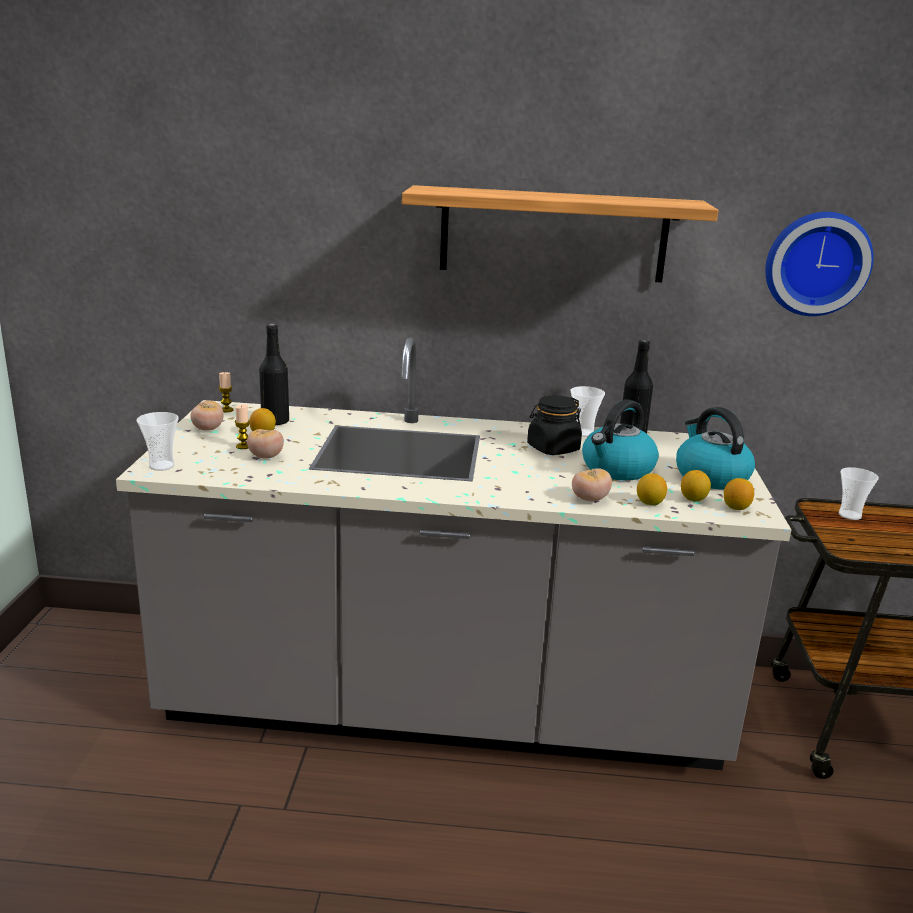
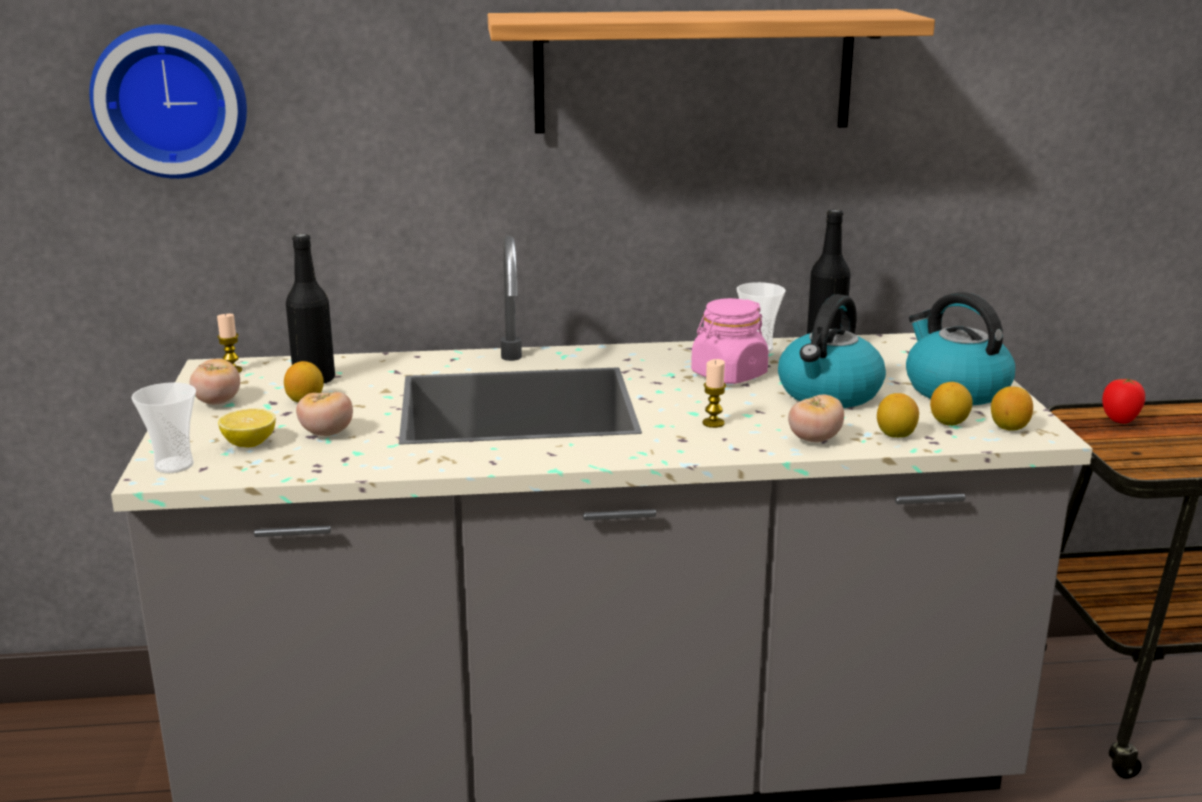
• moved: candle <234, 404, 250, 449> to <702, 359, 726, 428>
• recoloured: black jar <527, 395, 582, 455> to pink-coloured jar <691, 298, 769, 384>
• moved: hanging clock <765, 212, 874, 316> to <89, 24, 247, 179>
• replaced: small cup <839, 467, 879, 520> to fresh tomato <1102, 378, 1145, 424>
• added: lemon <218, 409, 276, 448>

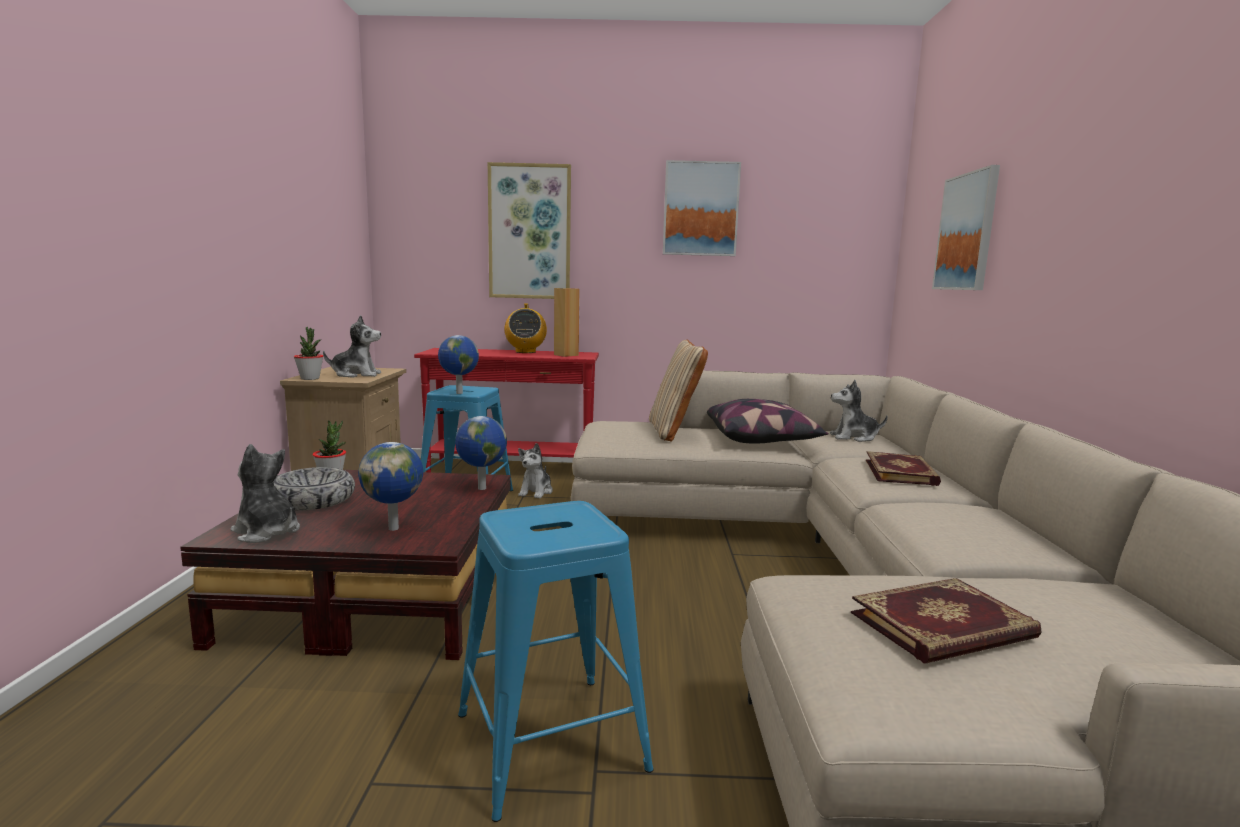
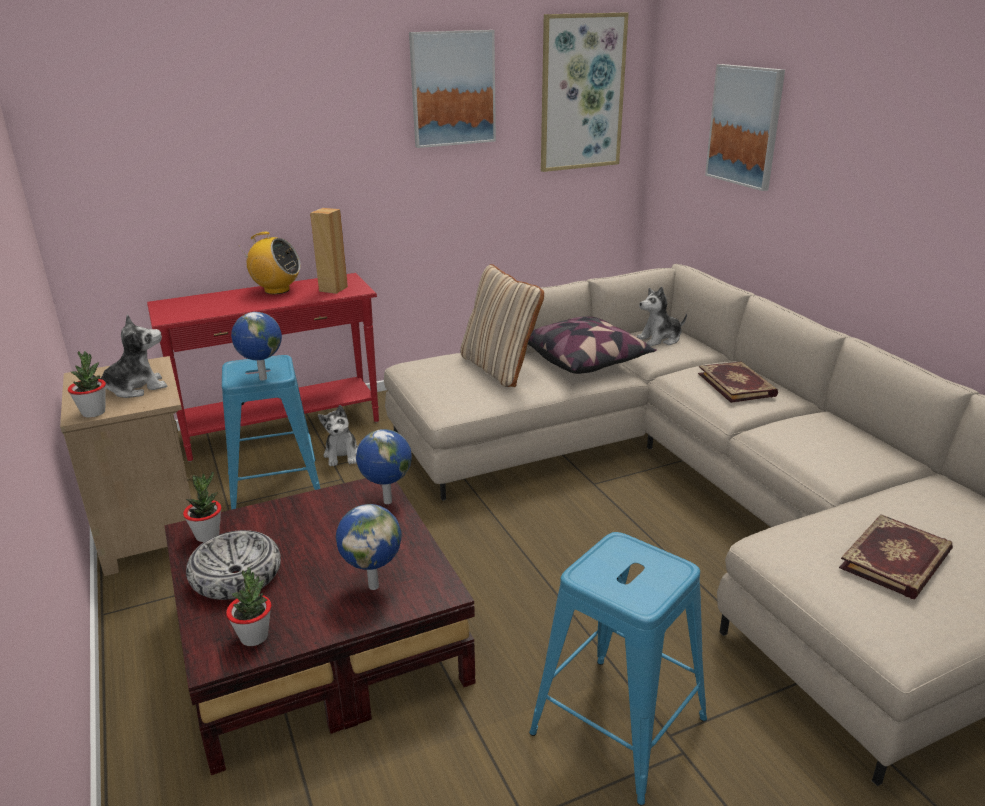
• replaced: plush toy <230, 444, 300, 543> to potted plant <226, 567, 271, 646>
• moved: wall picture <488, 162, 571, 299> to <541, 13, 629, 172>
• turned: radio <505, 303, 547, 353> = <239, 232, 301, 294> 45 degrees counterclockwise

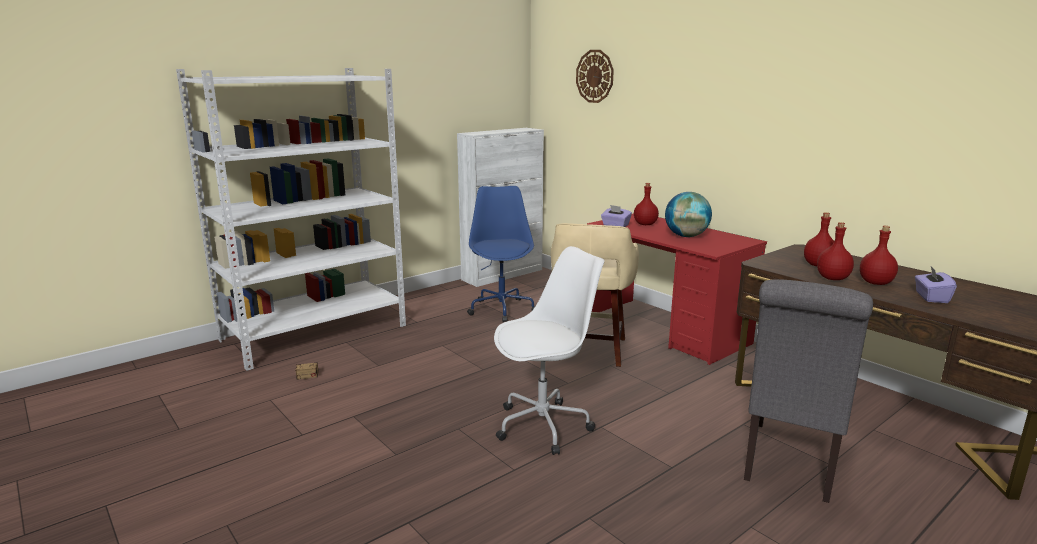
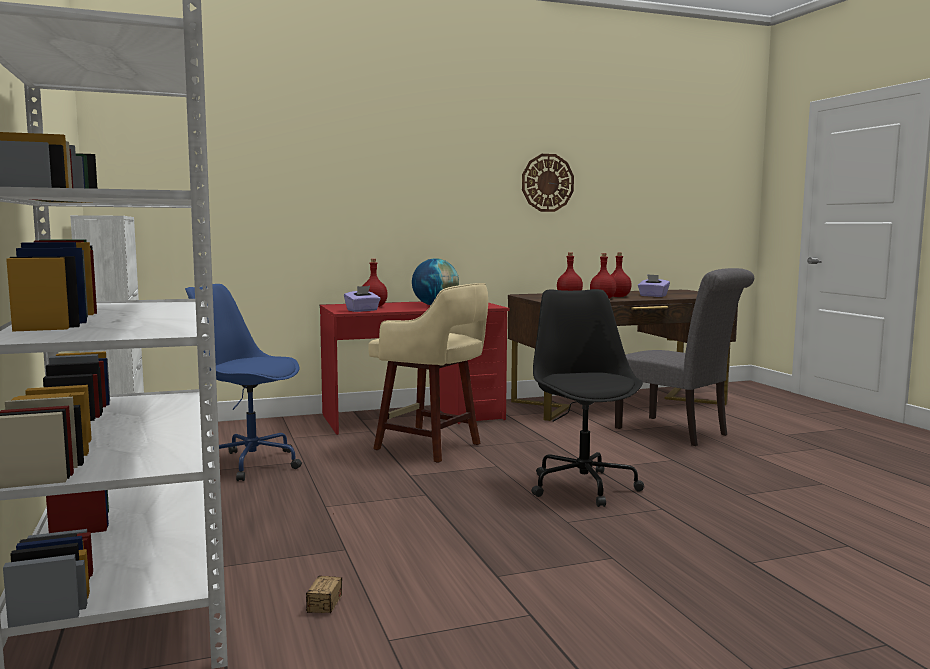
• recoloured: white desk chair <494, 246, 604, 455> to black desk chair <531, 289, 644, 507>
• moved: hanging clock <576, 50, 614, 103> to <522, 154, 574, 212>

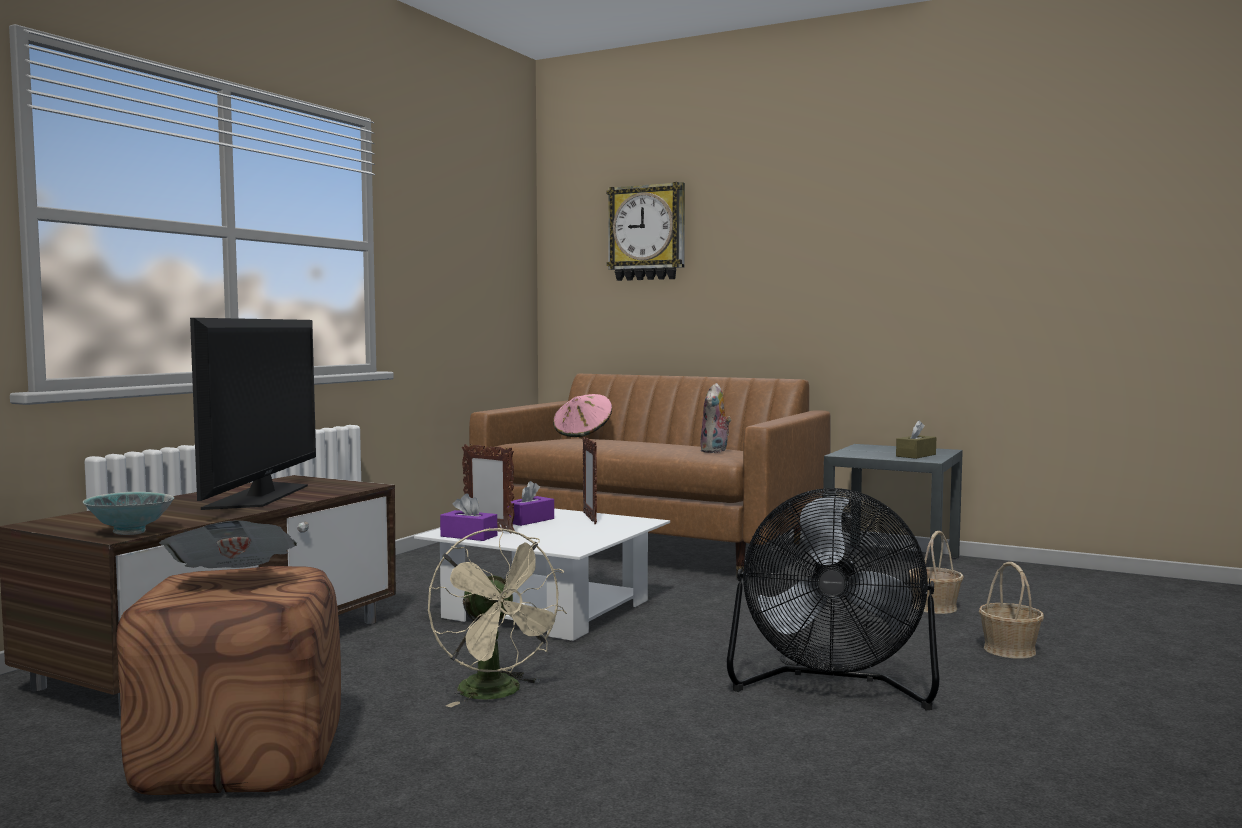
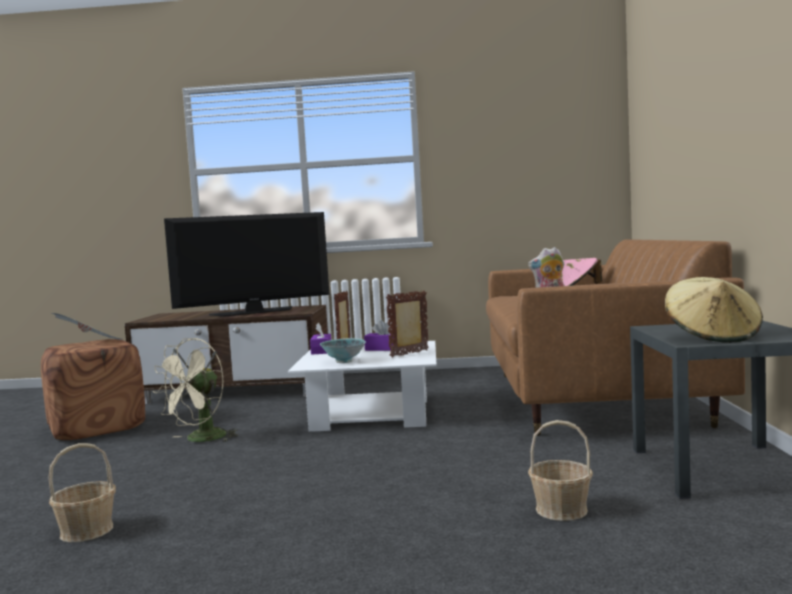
• moved: serving bowl <83, 492, 174, 535> to <320, 338, 366, 363>
• removed: hanging clock <607, 182, 685, 281>
• removed: black electric fan <727, 488, 939, 710>
• replaced: brown-coloured tissue holder <896, 420, 936, 459> to beige-coloured wearable hat <665, 277, 763, 343>
• moved: basket <979, 562, 1044, 659> to <48, 443, 116, 542>

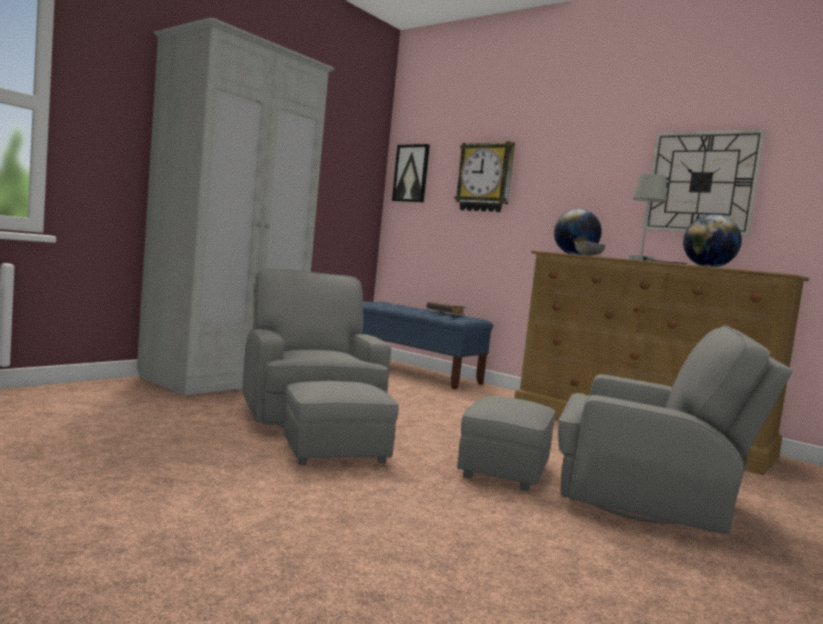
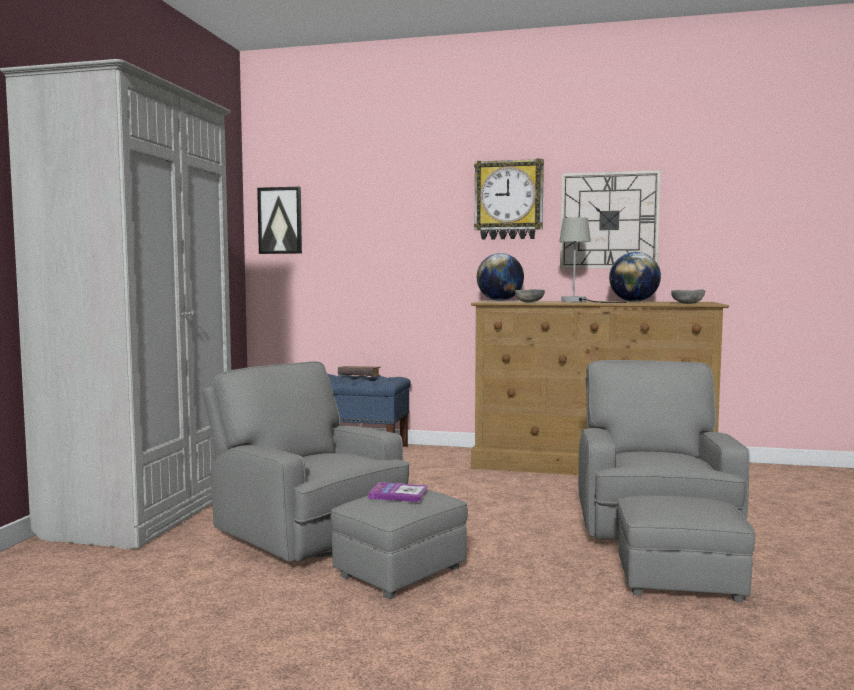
• moved: hanging clock <454, 141, 515, 212> to <474, 159, 544, 240>
• turned: greyish armchair <457, 325, 793, 534> = <578, 360, 755, 602> 75 degrees counterclockwise
• added: book <368, 482, 428, 502>
• added: greyish serving bowl <671, 289, 705, 304>

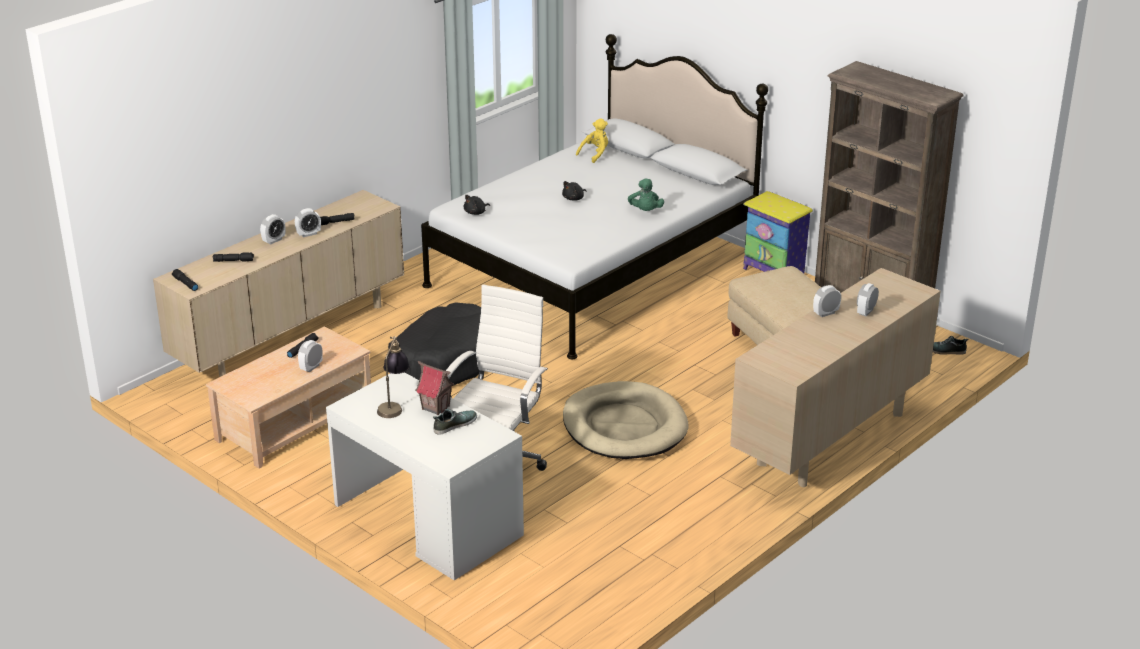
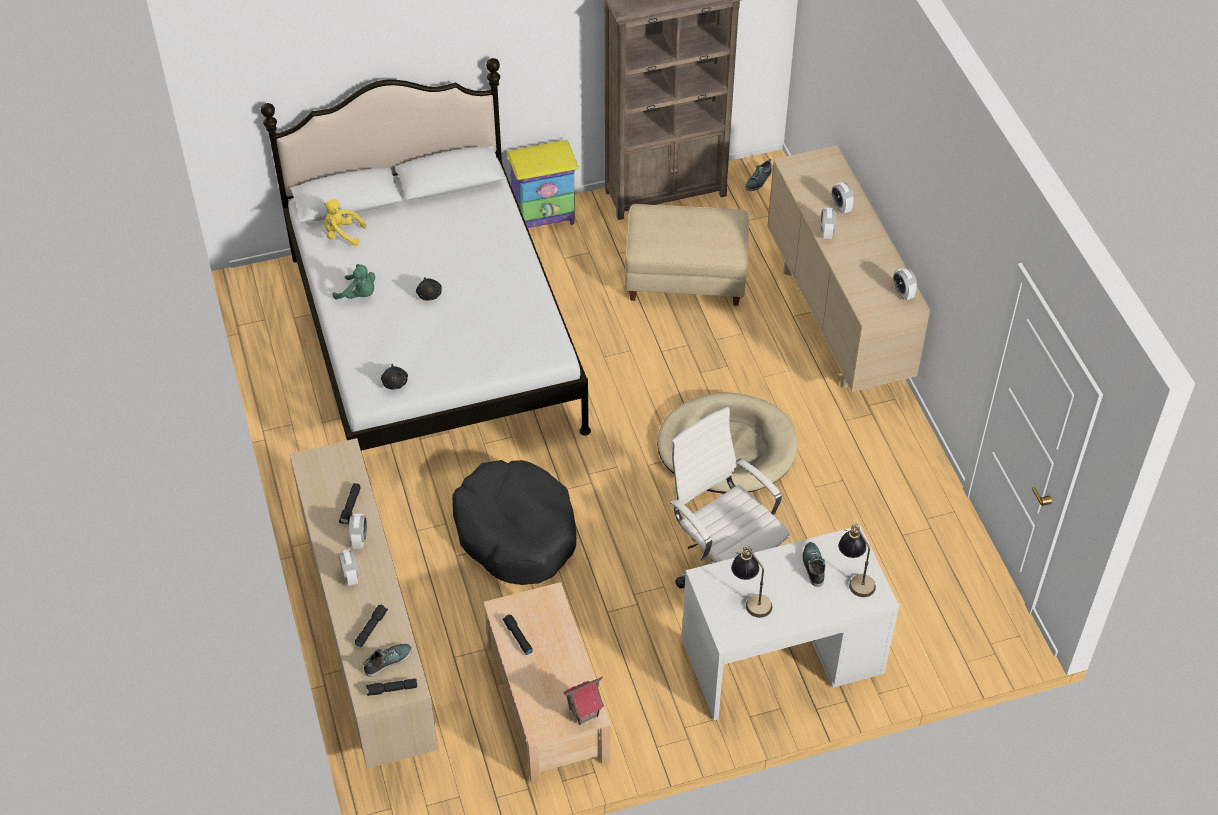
• moved: alarm clock <298, 340, 323, 372> to <893, 268, 917, 300>
• moved: miniature house <415, 361, 455, 415> to <563, 676, 604, 725>
• turned: yellow plush toy <576, 119, 608, 163> = <324, 199, 367, 246> 60 degrees counterclockwise
• moved: green plush toy <628, 179, 664, 211> to <333, 264, 375, 299>
• added: item of footwear <362, 644, 412, 677>
• added: table lamp <838, 524, 876, 597>

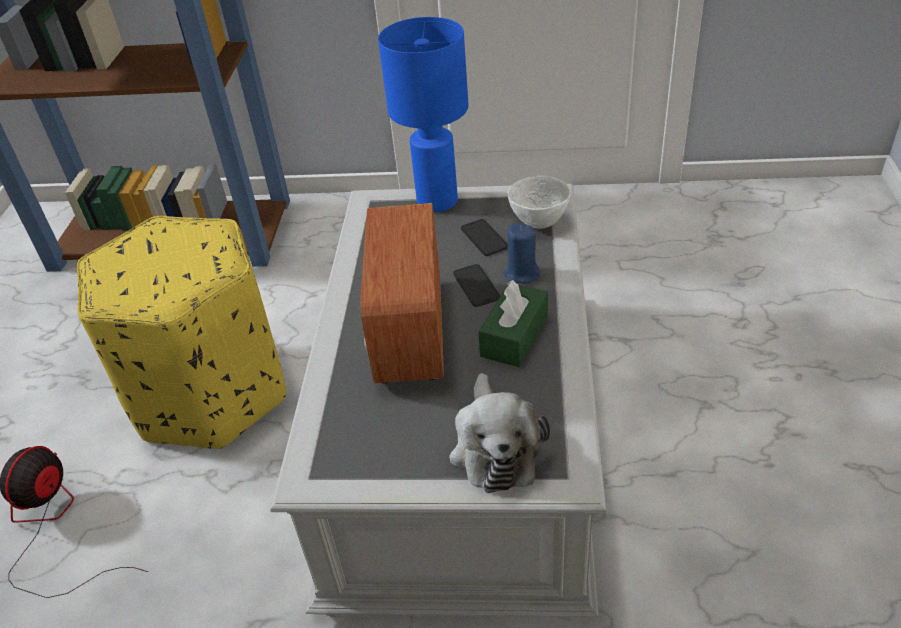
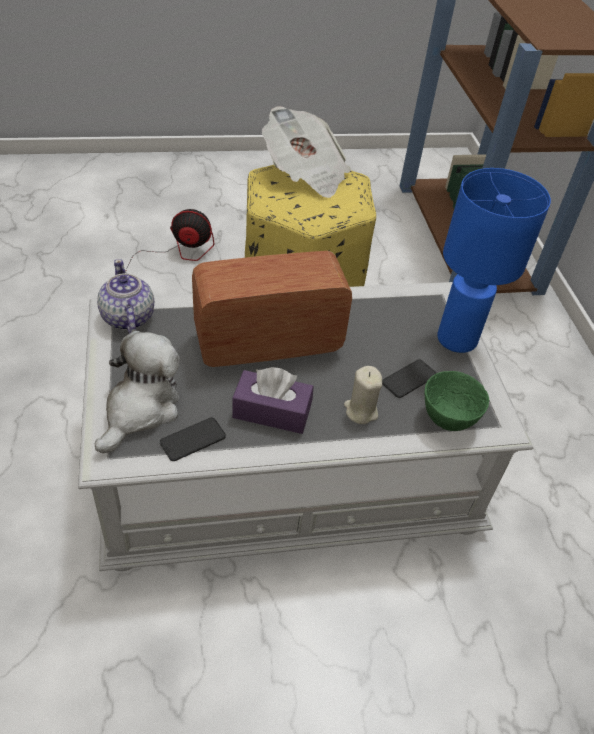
• turned: plush toy <449, 373, 550, 493> = <95, 331, 180, 453> 135 degrees clockwise
• moved: handset <453, 264, 500, 307> to <160, 417, 226, 461>
• recoloured: green tissue holder <478, 280, 548, 367> to purple-coloured tissue holder <232, 367, 314, 434>
• recoloured: blue-coloured candle <503, 223, 540, 284> to beige-coloured candle <344, 366, 382, 424>
• recoloured: white serving bowl <508, 176, 571, 229> to green serving bowl <424, 371, 489, 431>
• added: teapot <97, 259, 154, 333>
• added: printed paper <262, 106, 351, 198>

